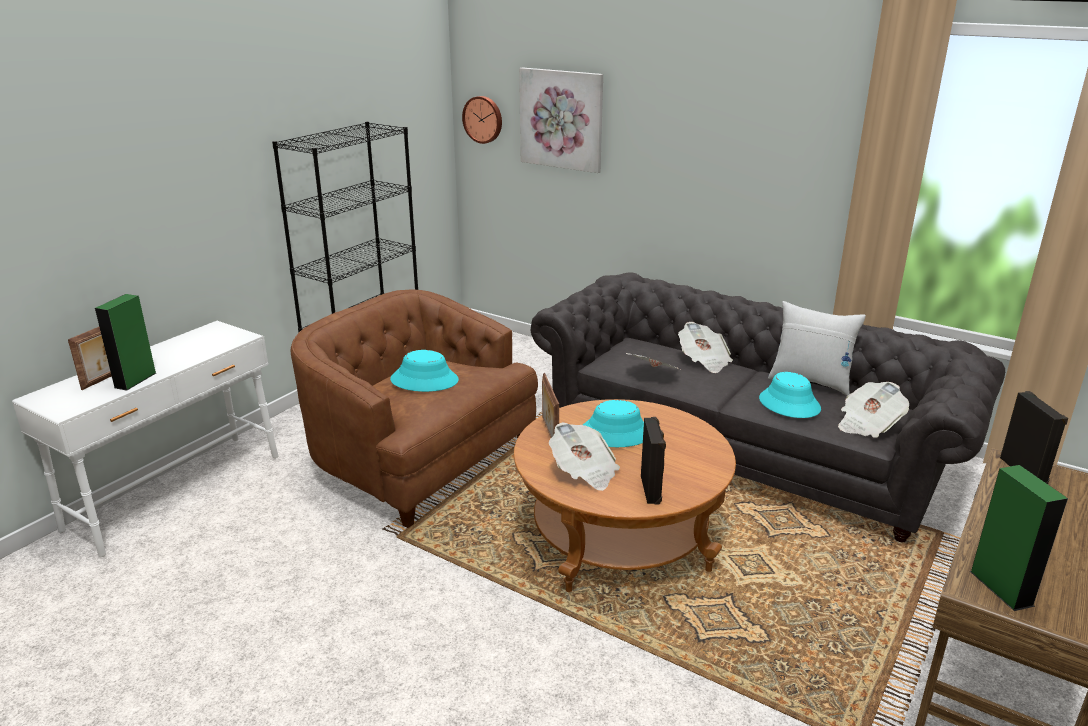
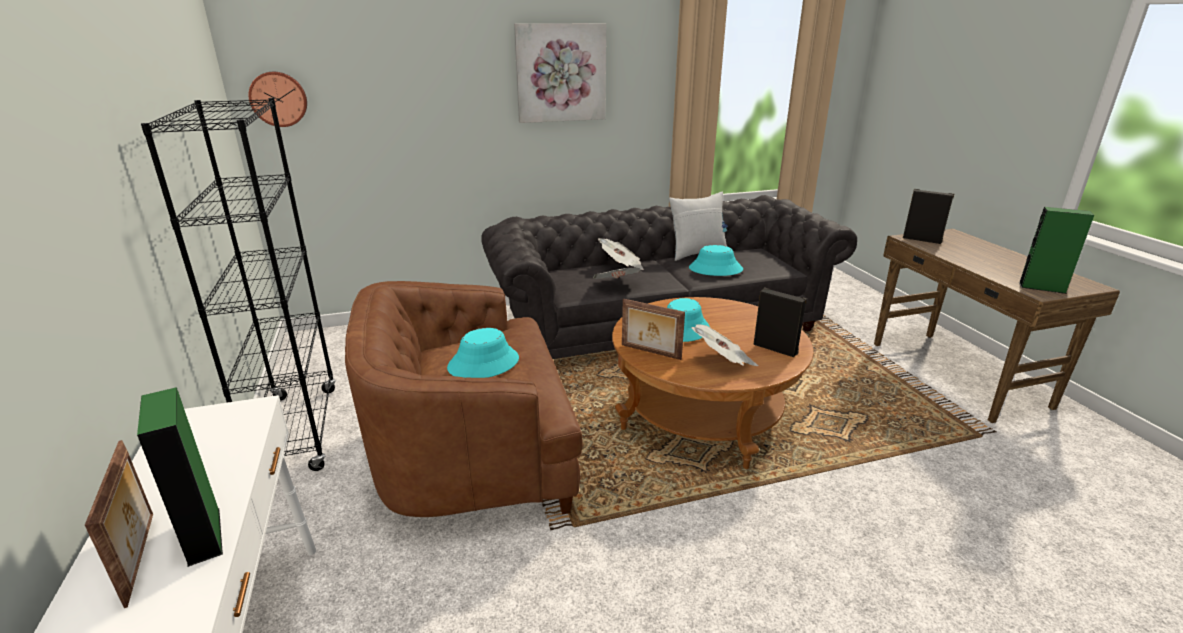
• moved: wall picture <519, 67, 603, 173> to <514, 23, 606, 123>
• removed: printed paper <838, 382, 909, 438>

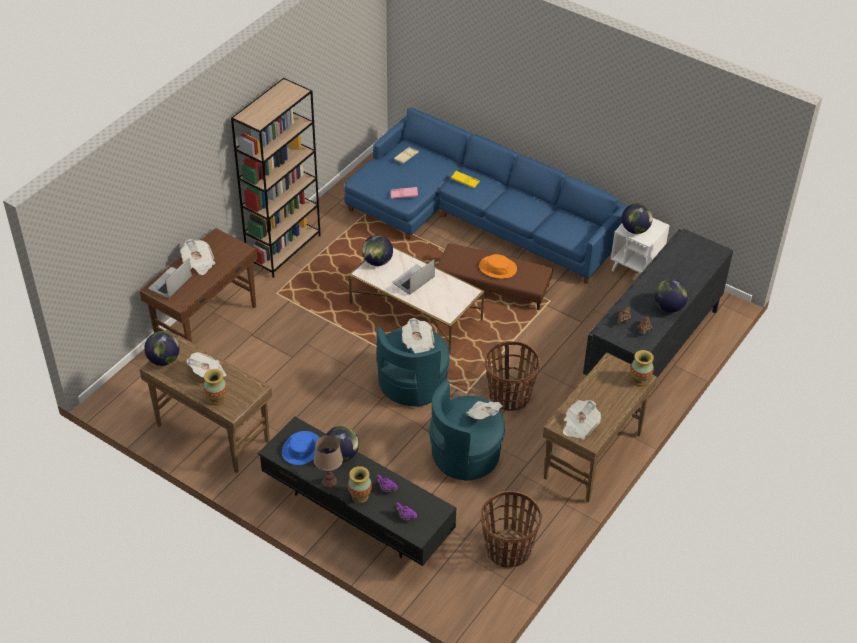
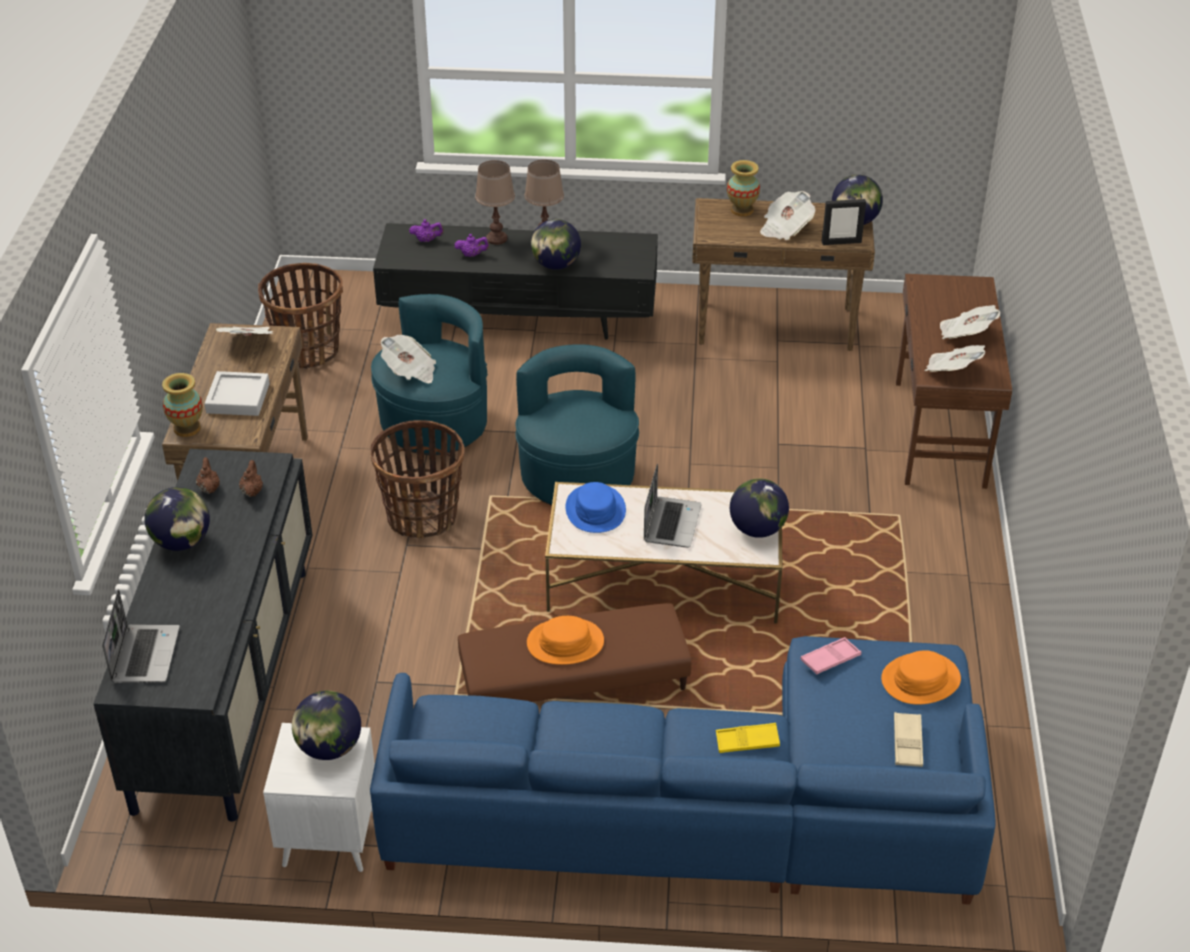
• moved: notebook computer <148, 258, 192, 299> to <102, 589, 180, 683>
• removed: beige-coloured shelving unit <231, 78, 321, 278>
• moved: blue-coloured wearable hat <282, 431, 320, 465> to <565, 482, 626, 533>
• replaced: decorative vase <348, 466, 372, 503> to brown-coloured table lamp <475, 160, 515, 245>
• moved: printed paper <402, 318, 435, 353> to <925, 345, 985, 372>
• added: greyish serving tray <205, 371, 270, 416>
• added: picture frame <821, 199, 866, 245>
• added: orangey wearable hat <881, 650, 961, 705>

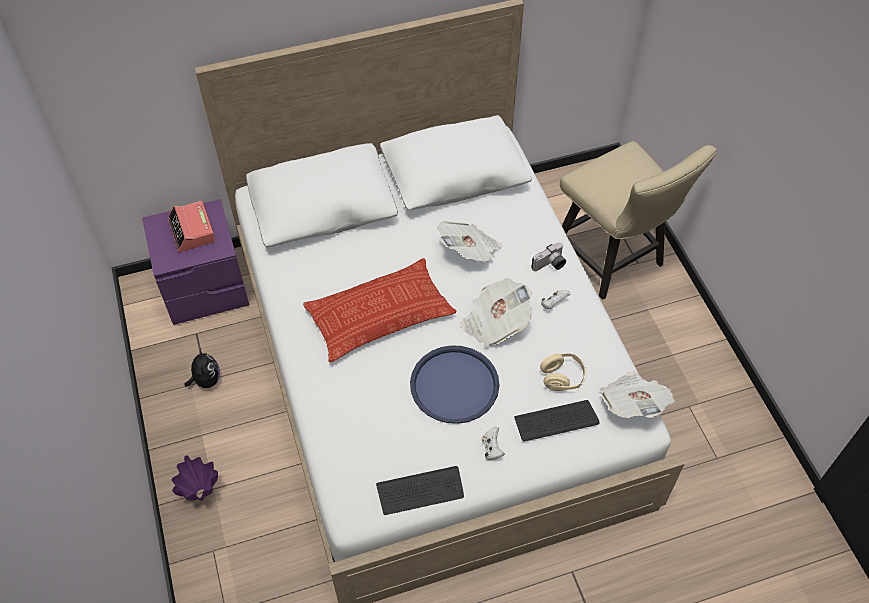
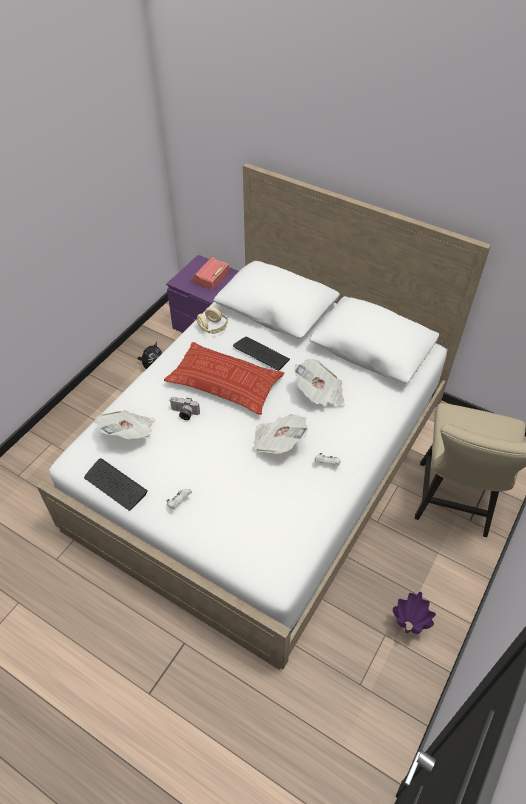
• moved: purple-coloured decorative vase <171, 455, 218, 501> to <393, 592, 436, 634>
• removed: blue-coloured serving tray <410, 345, 499, 424>
• moved: keyboard <514, 400, 600, 442> to <233, 337, 290, 371>
• moved: photo camera <531, 242, 566, 271> to <170, 397, 200, 420>
• moved: beige-coloured pair of headphones <540, 353, 587, 391> to <196, 307, 228, 334>
• moved: printed paper <600, 372, 675, 418> to <95, 410, 155, 439>

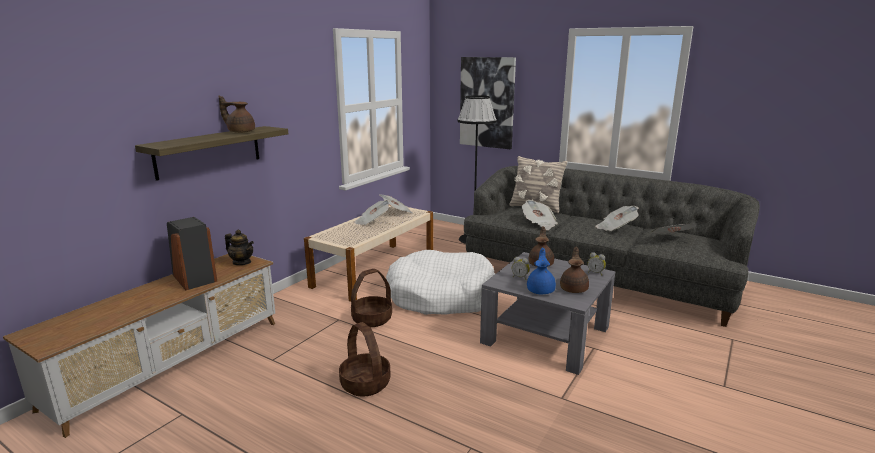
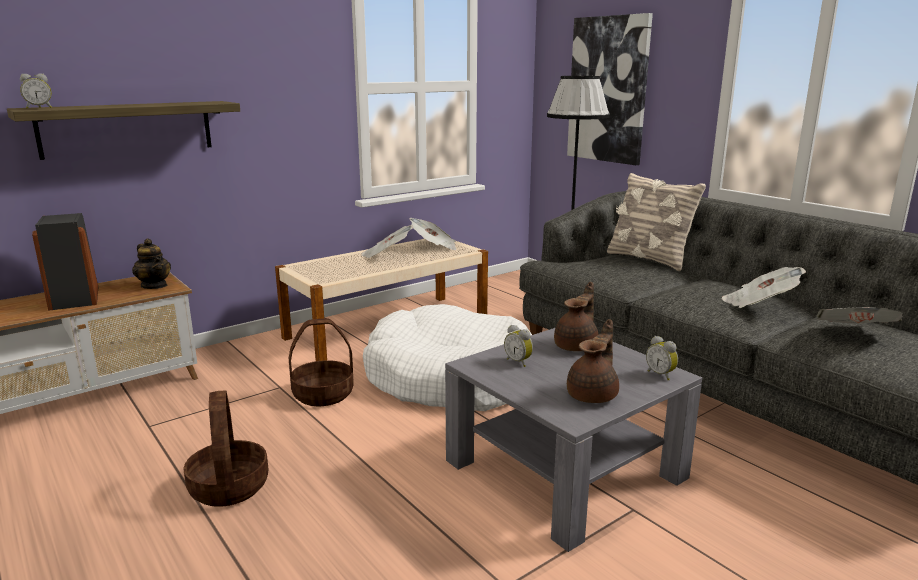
• removed: brown-coloured teapot <218, 96, 255, 133>
• removed: printed paper <522, 200, 558, 230>
• removed: blue-coloured teapot <527, 248, 556, 294>
• added: alarm clock <20, 74, 52, 109>

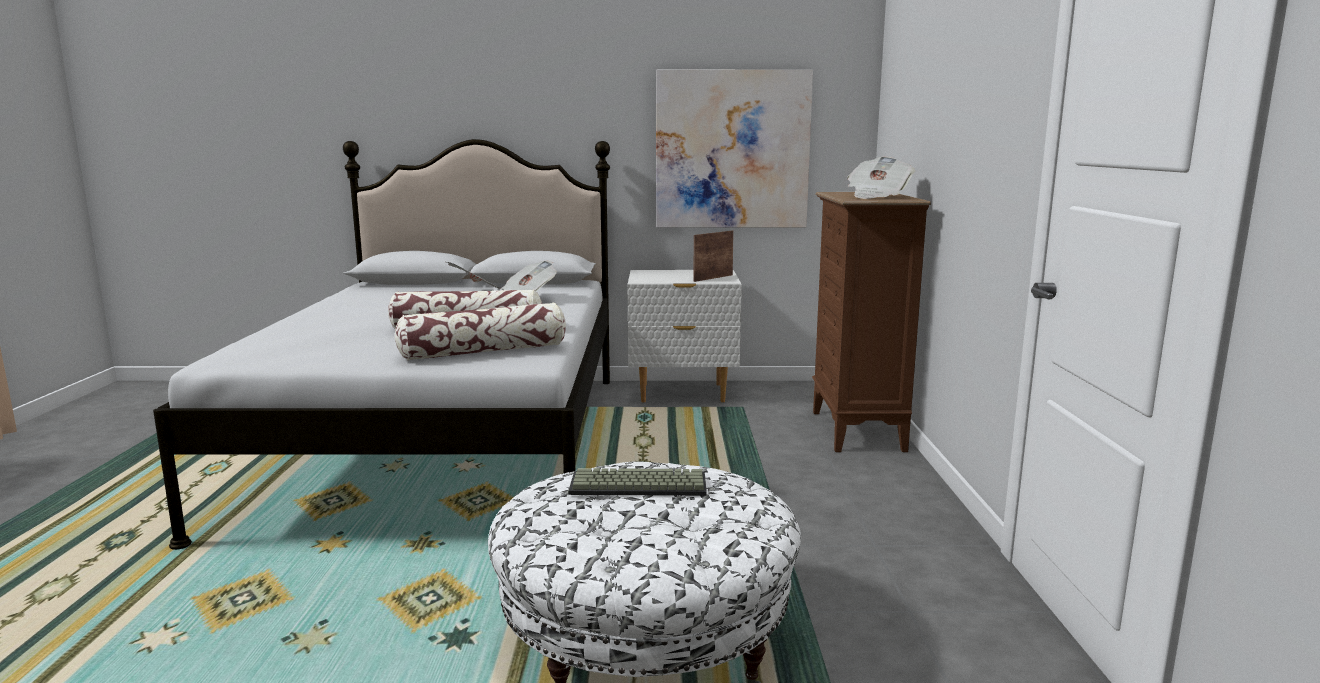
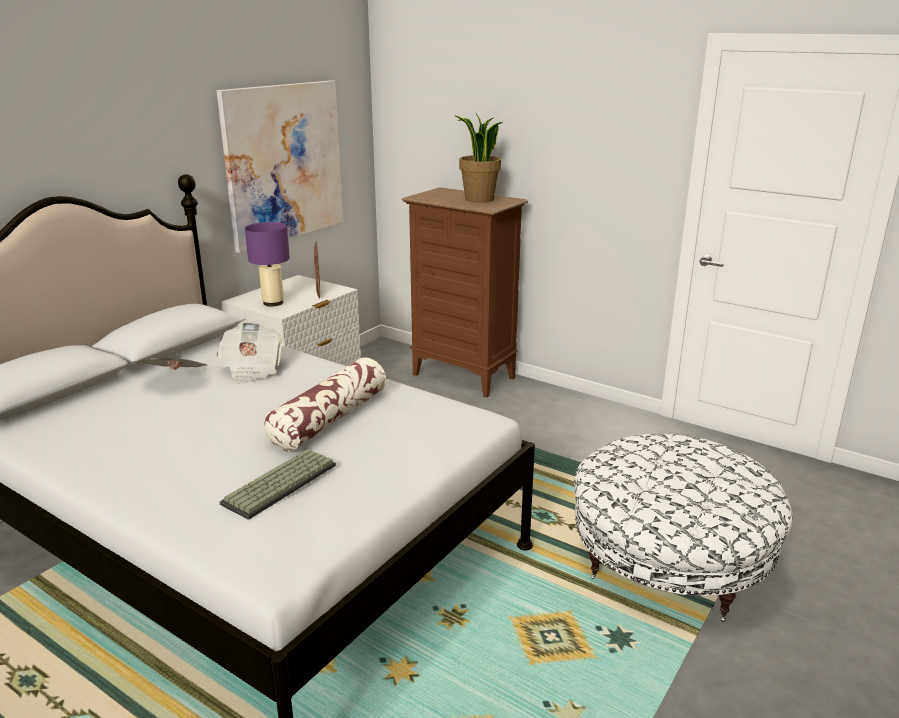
• removed: throw pillow <395, 302, 566, 361>
• moved: keyboard <568, 468, 707, 496> to <220, 449, 336, 520>
• replaced: printed paper <847, 156, 915, 199> to potted plant <454, 114, 503, 202>
• added: purple-coloured table lamp <245, 222, 290, 306>

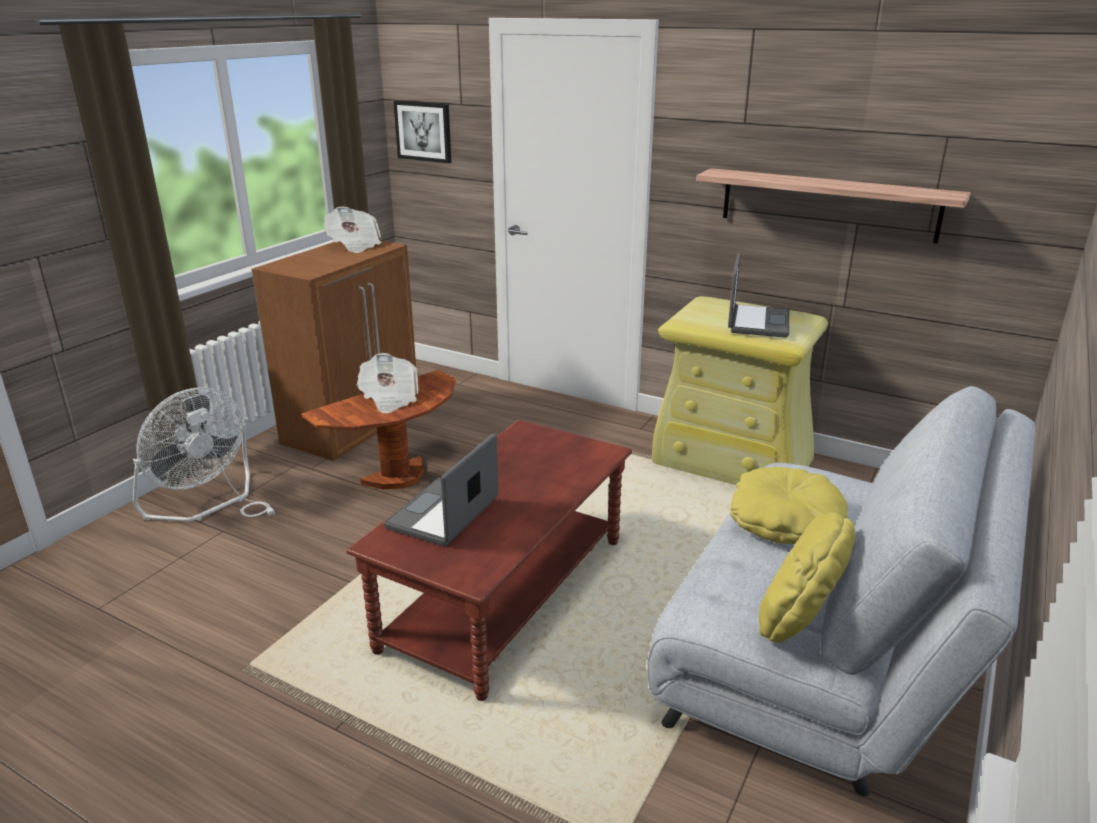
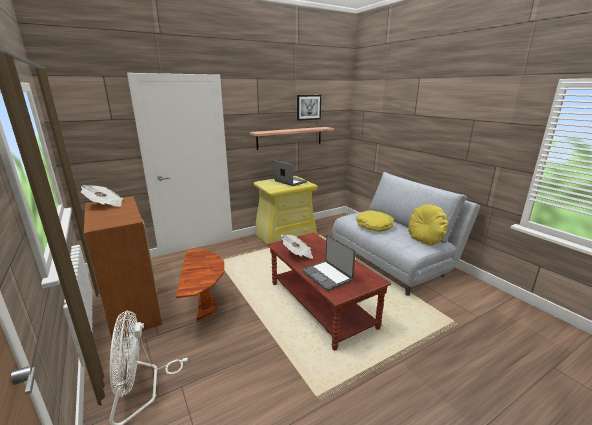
• moved: printed paper <356, 353, 418, 413> to <281, 235, 313, 259>
• moved: wall picture <393, 101, 451, 163> to <297, 95, 321, 121>

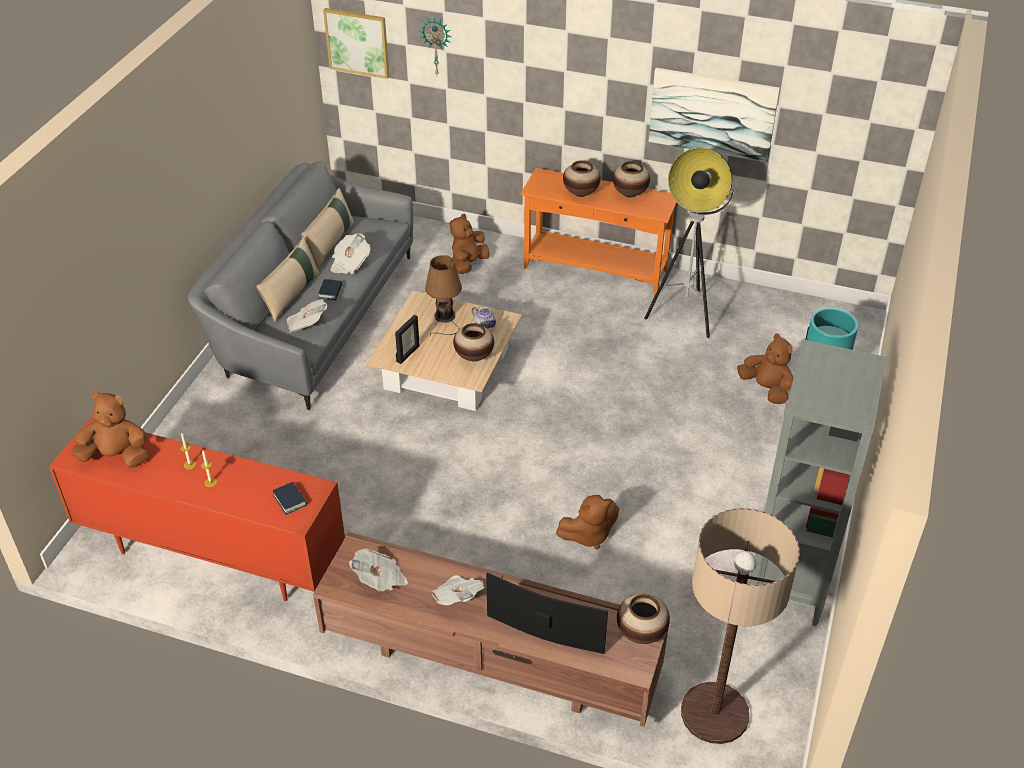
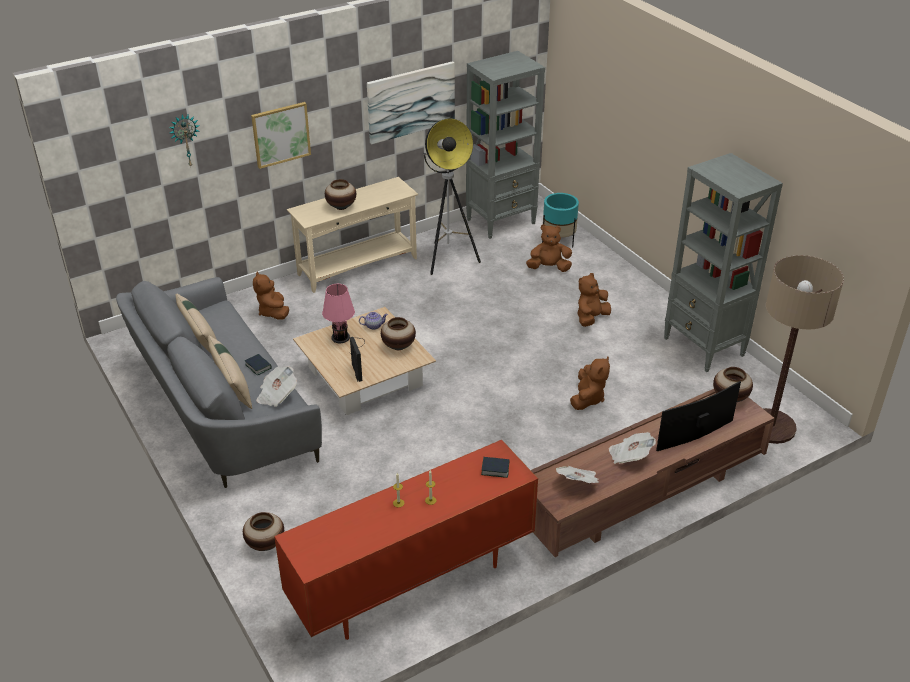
• moved: brown-coloured plush toy <71, 391, 149, 468> to <578, 273, 611, 327>
• moved: wall picture <323, 8, 389, 79> to <251, 102, 311, 169>
• removed: printed paper <330, 233, 370, 274>
• recoloured: brown-coloured table lamp <425, 255, 462, 336> to pink-coloured table lamp <322, 284, 365, 354>
• recoloured: orangey hall table <520, 168, 677, 295> to beige-coloured hall table <287, 177, 418, 293>
• moved: decorative vase <612, 161, 650, 198> to <243, 512, 284, 551>
• added: greyish shelving unit <466, 51, 545, 239>

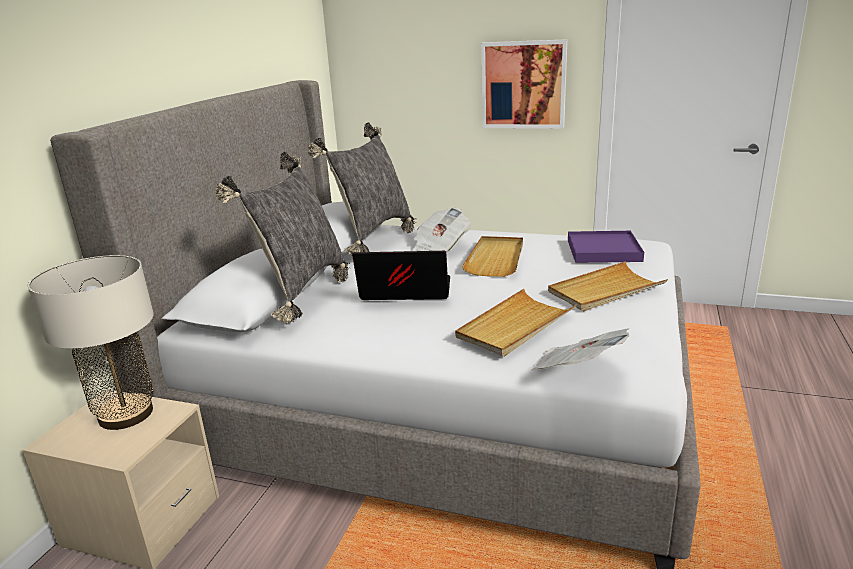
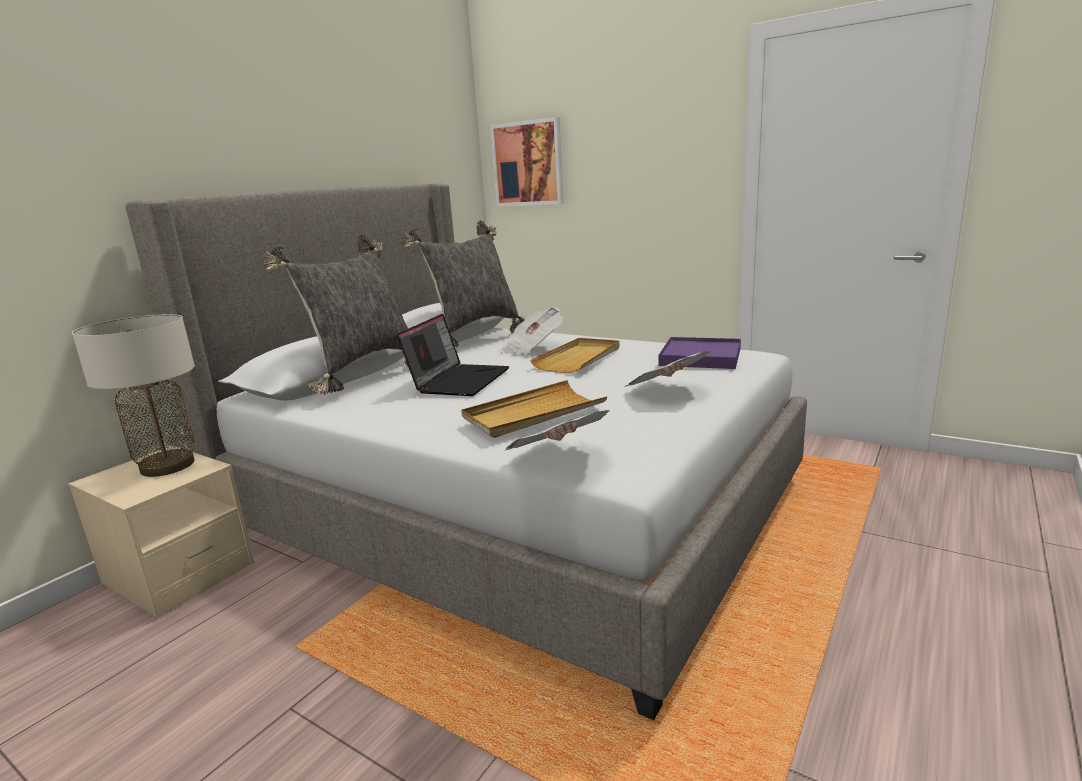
• turned: notebook computer <352, 251, 450, 300> = <397, 314, 509, 396> 90 degrees clockwise
• moved: wall picture <481, 39, 567, 129> to <490, 117, 564, 207>
• replaced: beige-coloured serving tray <548, 261, 668, 311> to printed paper <624, 351, 710, 387>

